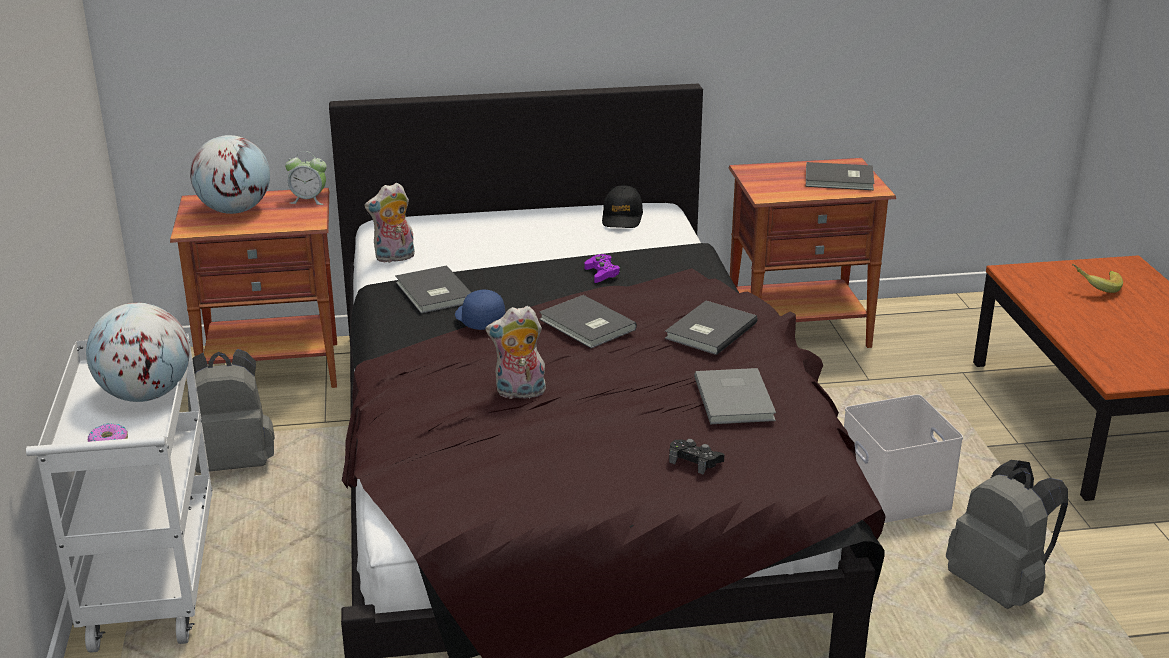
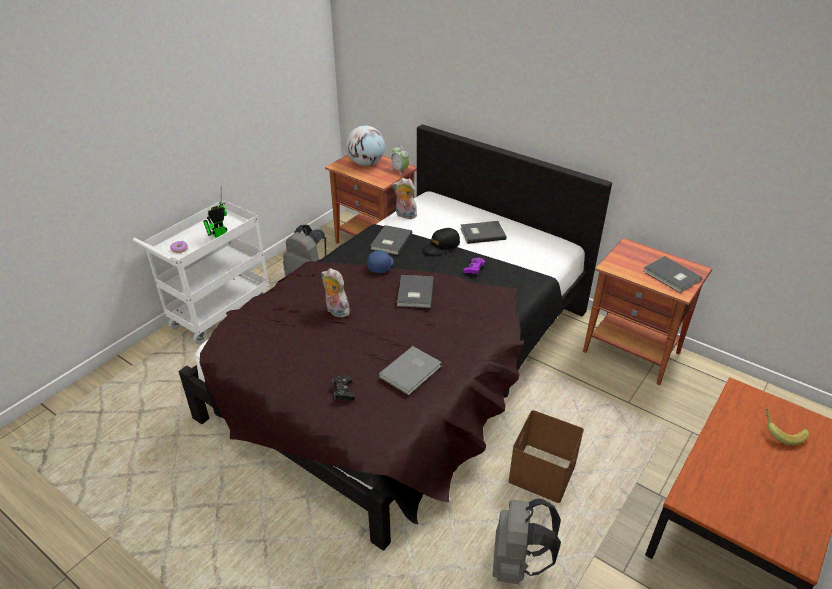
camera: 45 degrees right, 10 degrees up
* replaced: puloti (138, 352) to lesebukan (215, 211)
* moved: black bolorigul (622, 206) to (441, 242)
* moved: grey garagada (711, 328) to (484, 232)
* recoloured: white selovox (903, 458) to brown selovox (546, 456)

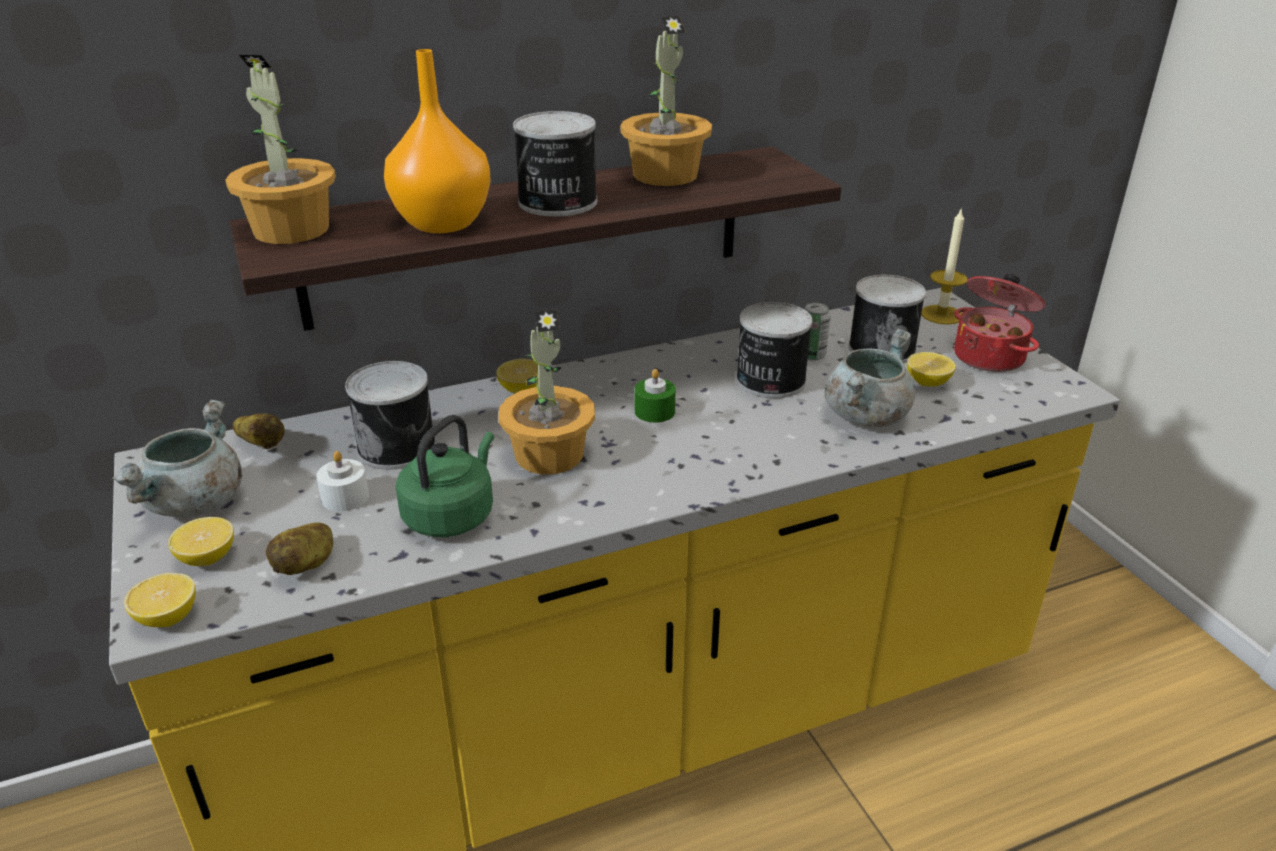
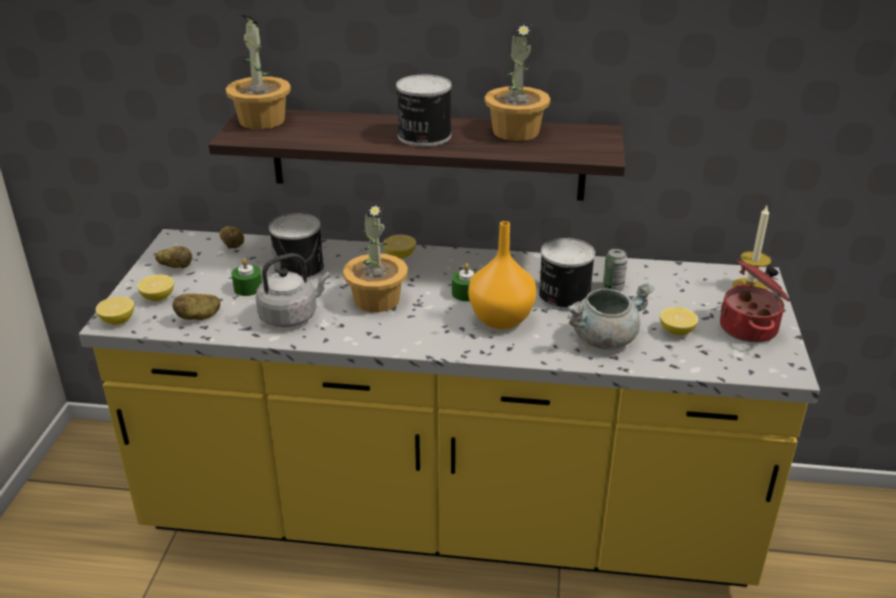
camera: 30 degrees right, 0 degrees up
* replaced: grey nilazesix (177, 459) to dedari (173, 257)
* recoloured: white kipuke (342, 481) to green kipuke (246, 277)
* recoloured: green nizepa (445, 476) to grey nizepa (293, 290)
* moved: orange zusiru (437, 141) to (502, 275)
* removed: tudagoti (887, 319)

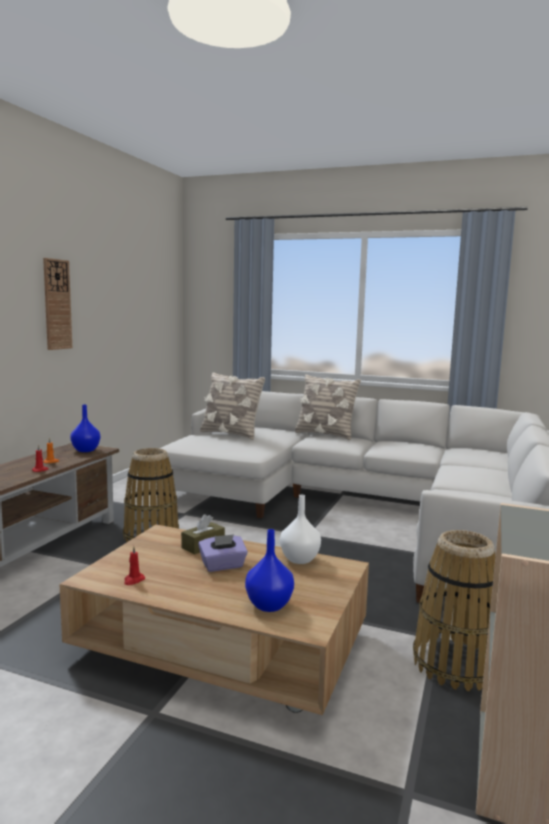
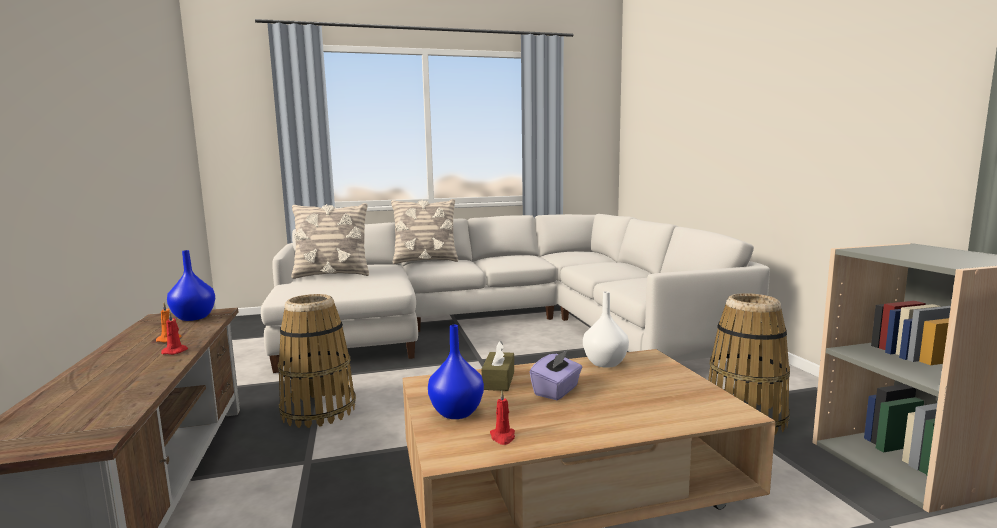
camera: 35 degrees left, 0 degrees up
* moved: blue zusiru (269, 570) to (456, 372)
* removed: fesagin (57, 304)

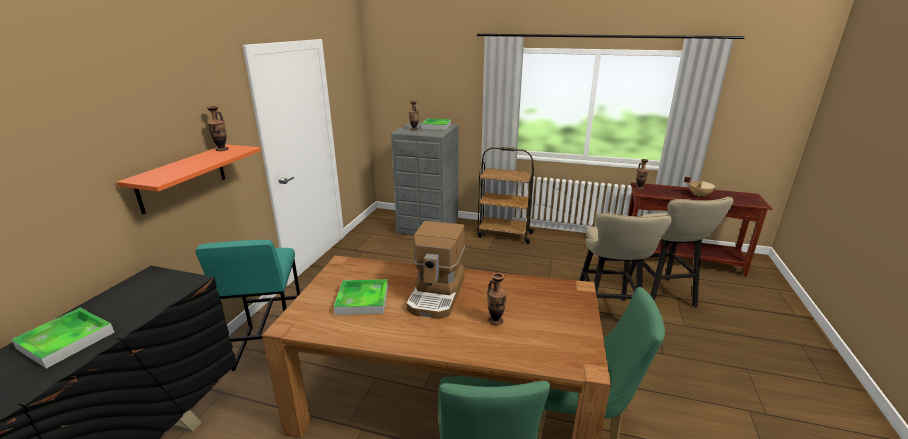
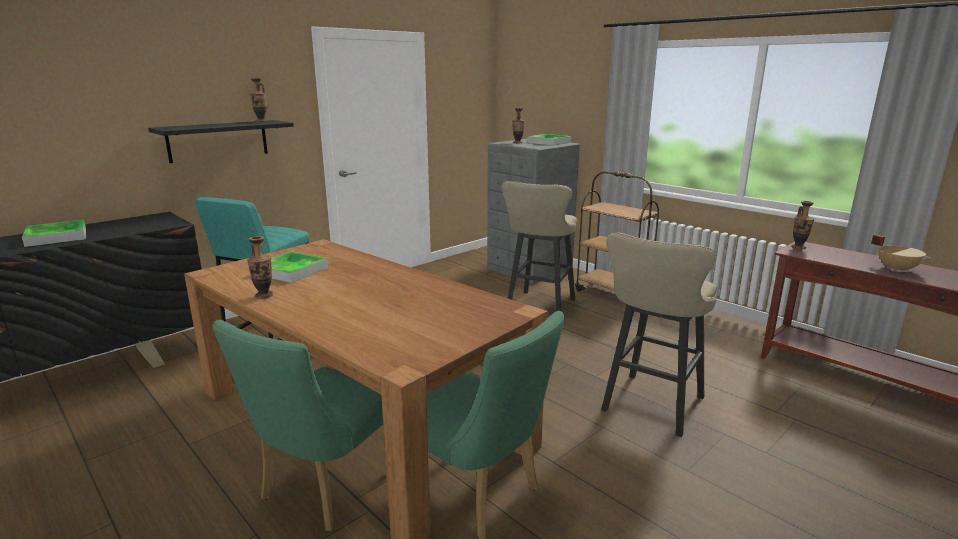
camera: 30 degrees right, 5 degrees down
* recoloured: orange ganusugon (188, 179) to black ganusugon (221, 141)
* moved: zusiru (497, 299) to (260, 267)
* moved: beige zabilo (680, 252) to (539, 246)
* removed: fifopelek (435, 270)

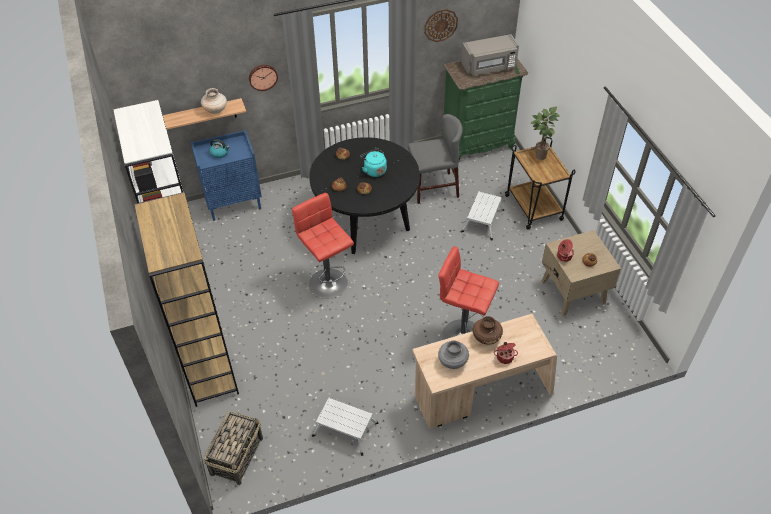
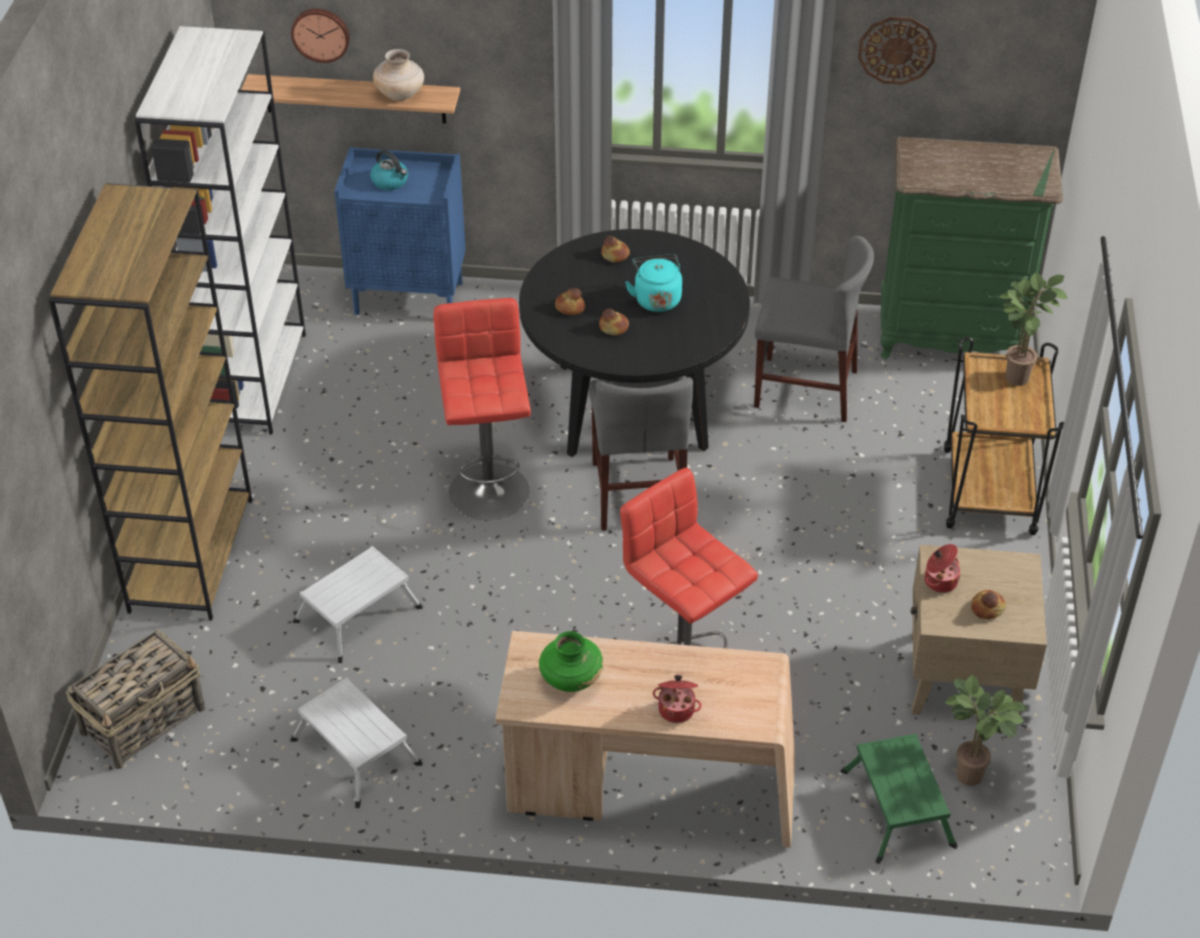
camera: 25 degrees right, 5 degrees down
* moved: fesagin (263, 78) to (320, 36)
* moved: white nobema (482, 216) to (358, 604)
* recoloured: grey zusiru (453, 354) to green zusiru (571, 661)
* added: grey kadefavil (641, 454)
* added: green nobema (899, 799)
* added: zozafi (986, 730)
* removed: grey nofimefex (490, 55)
* removed: brown zusiru (488, 330)

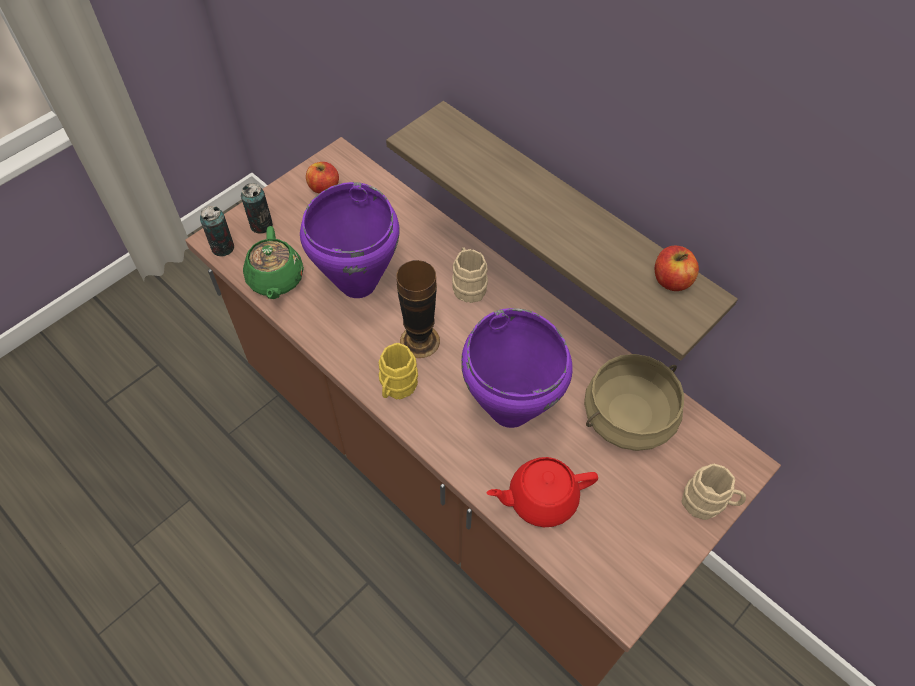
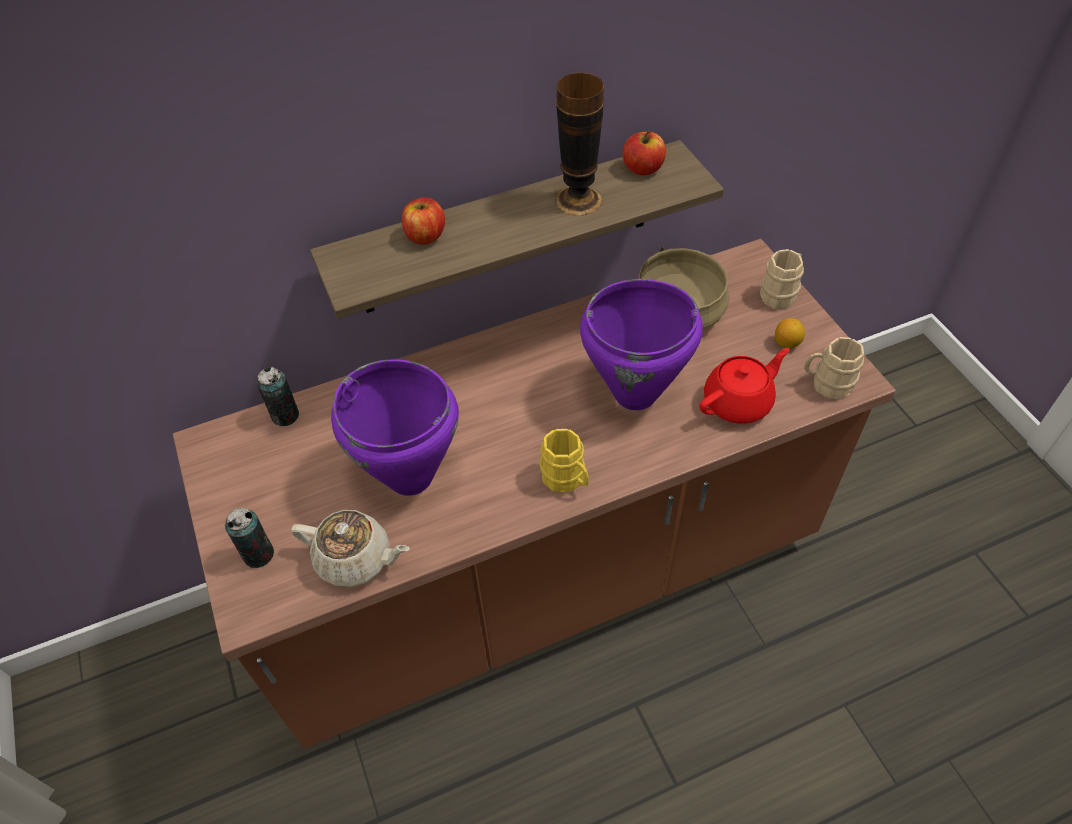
camera: 65 degrees left, 5 degrees down
* moved: tudagoti (217, 231) to (278, 396)
* recoloured: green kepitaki (273, 262) to beige kepitaki (350, 548)
* moved: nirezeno (322, 177) to (423, 221)
* moved: zusiru (418, 309) to (579, 144)
* turned: red kepitaki (542, 492) = (745, 386) 135 degrees counterclockwise
* added: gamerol (790, 333)
* moved: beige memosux (470, 275) to (834, 368)

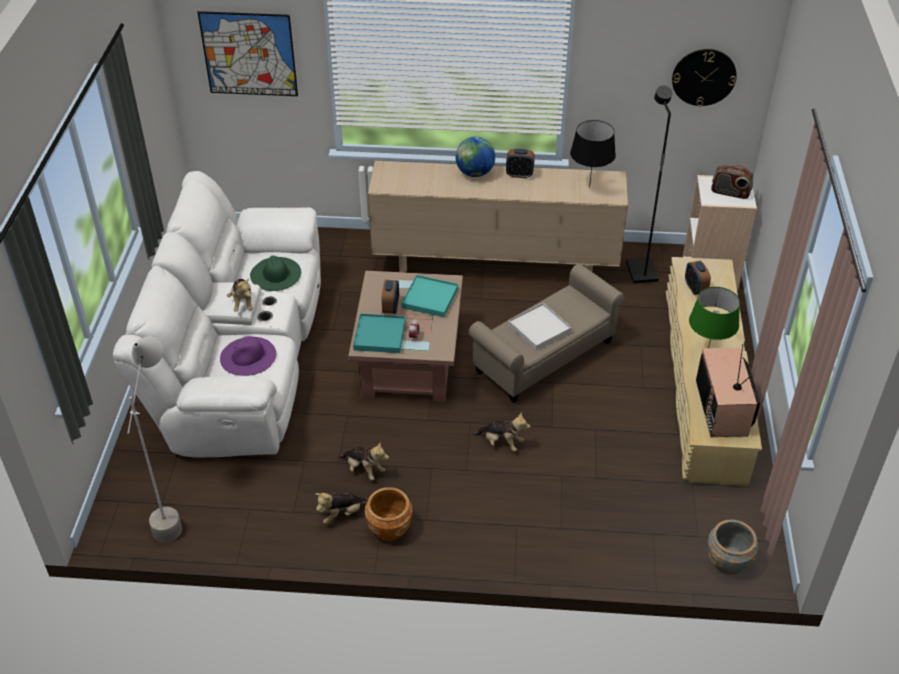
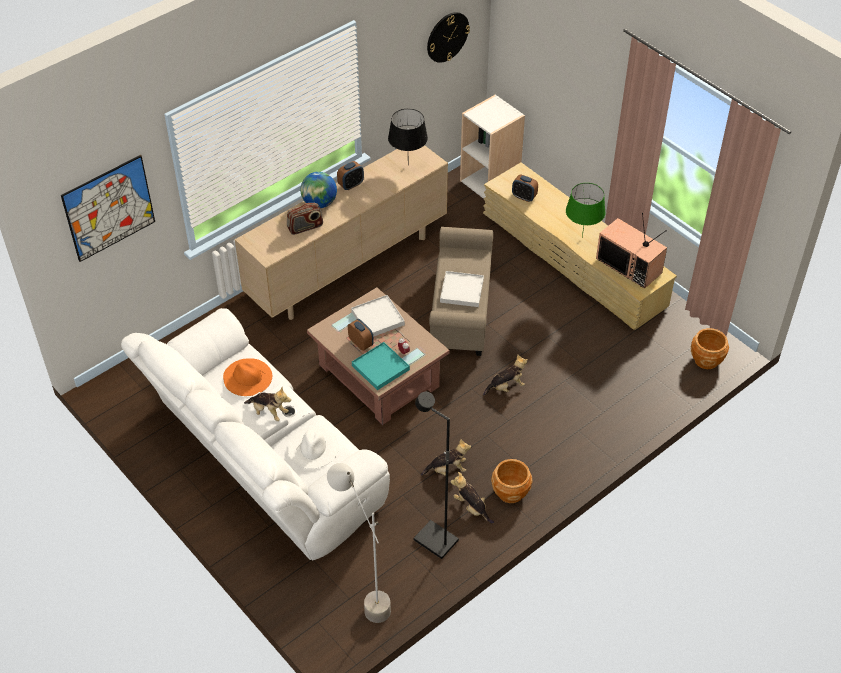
camera: 45 degrees left, 5 degrees up
* recoloured: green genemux (275, 273) to orange genemux (247, 377)
* moved: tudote (732, 182) to (305, 219)
* recoloured: purple genemux (248, 356) to white genemux (313, 448)
* recoloured: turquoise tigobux (429, 296) to white tigobux (378, 316)
* moved: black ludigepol (649, 185) to (436, 475)
* turned: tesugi (342, 508) = (472, 498) 120 degrees clockwise
* recoloured: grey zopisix (733, 547) to brown zopisix (710, 348)

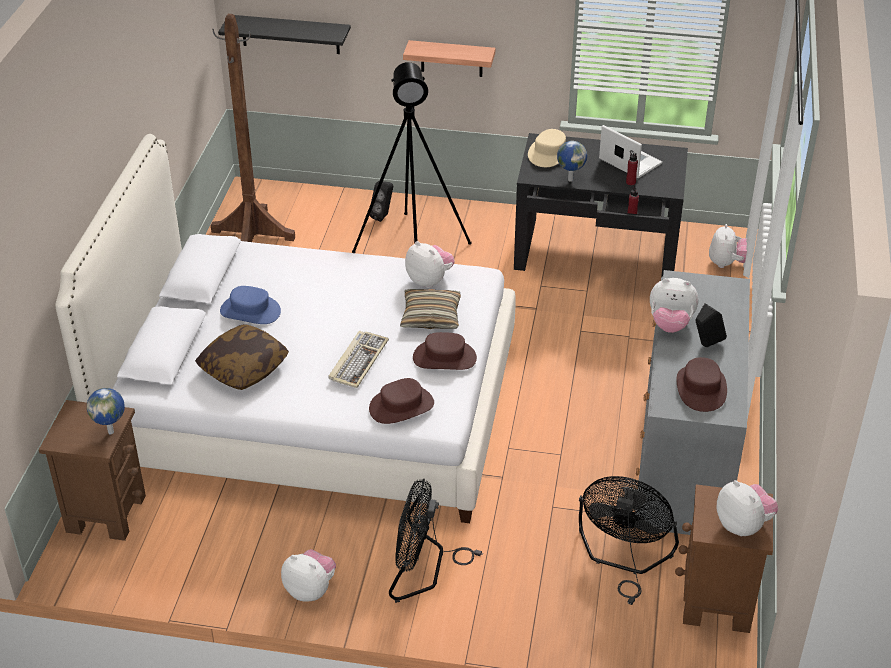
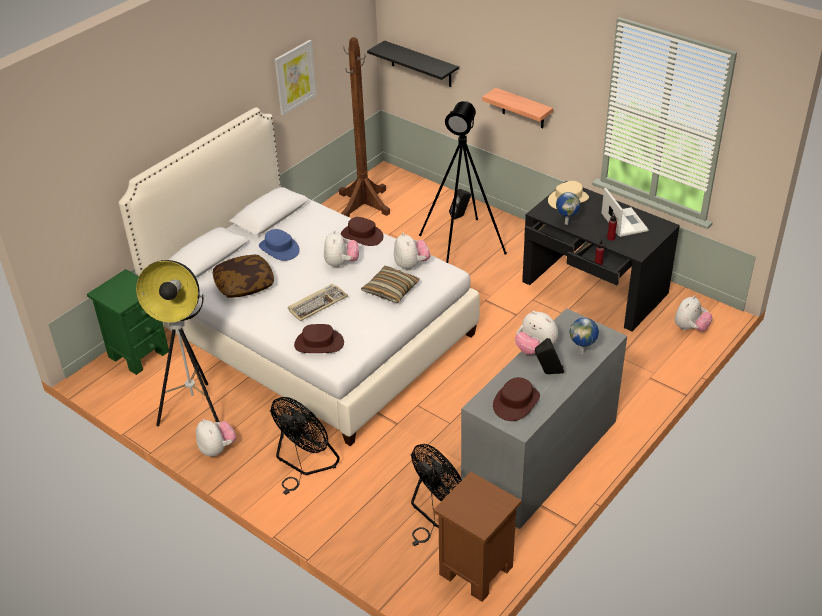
camera: 30 degrees right, 0 degrees up
* recoloured: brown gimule (92, 470) to green gimule (128, 322)
* added: ludigepol (177, 343)
* turned: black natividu (436, 541) = (305, 446) 90 degrees clockwise
* added: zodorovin (295, 77)
* moved: tesugi (747, 508) to (341, 249)
* moved: brown genemux (445, 351) to (362, 231)
* moved: puloti (106, 411) to (584, 336)

